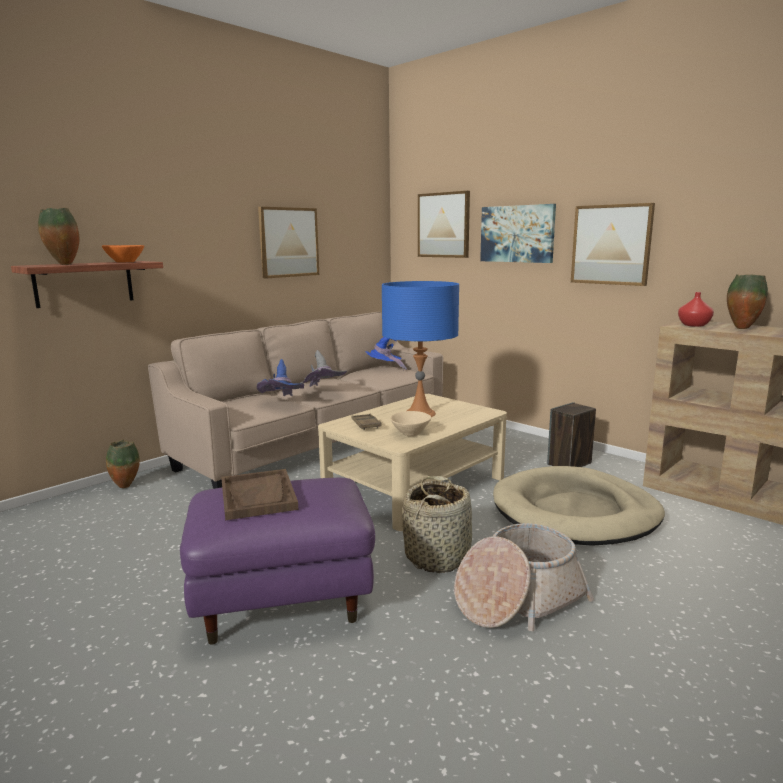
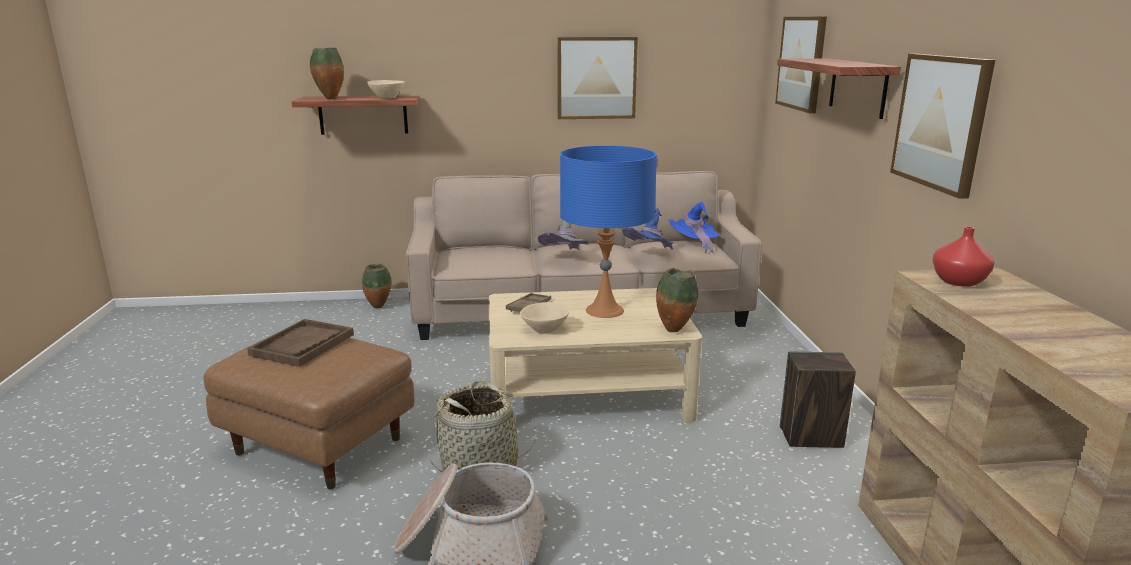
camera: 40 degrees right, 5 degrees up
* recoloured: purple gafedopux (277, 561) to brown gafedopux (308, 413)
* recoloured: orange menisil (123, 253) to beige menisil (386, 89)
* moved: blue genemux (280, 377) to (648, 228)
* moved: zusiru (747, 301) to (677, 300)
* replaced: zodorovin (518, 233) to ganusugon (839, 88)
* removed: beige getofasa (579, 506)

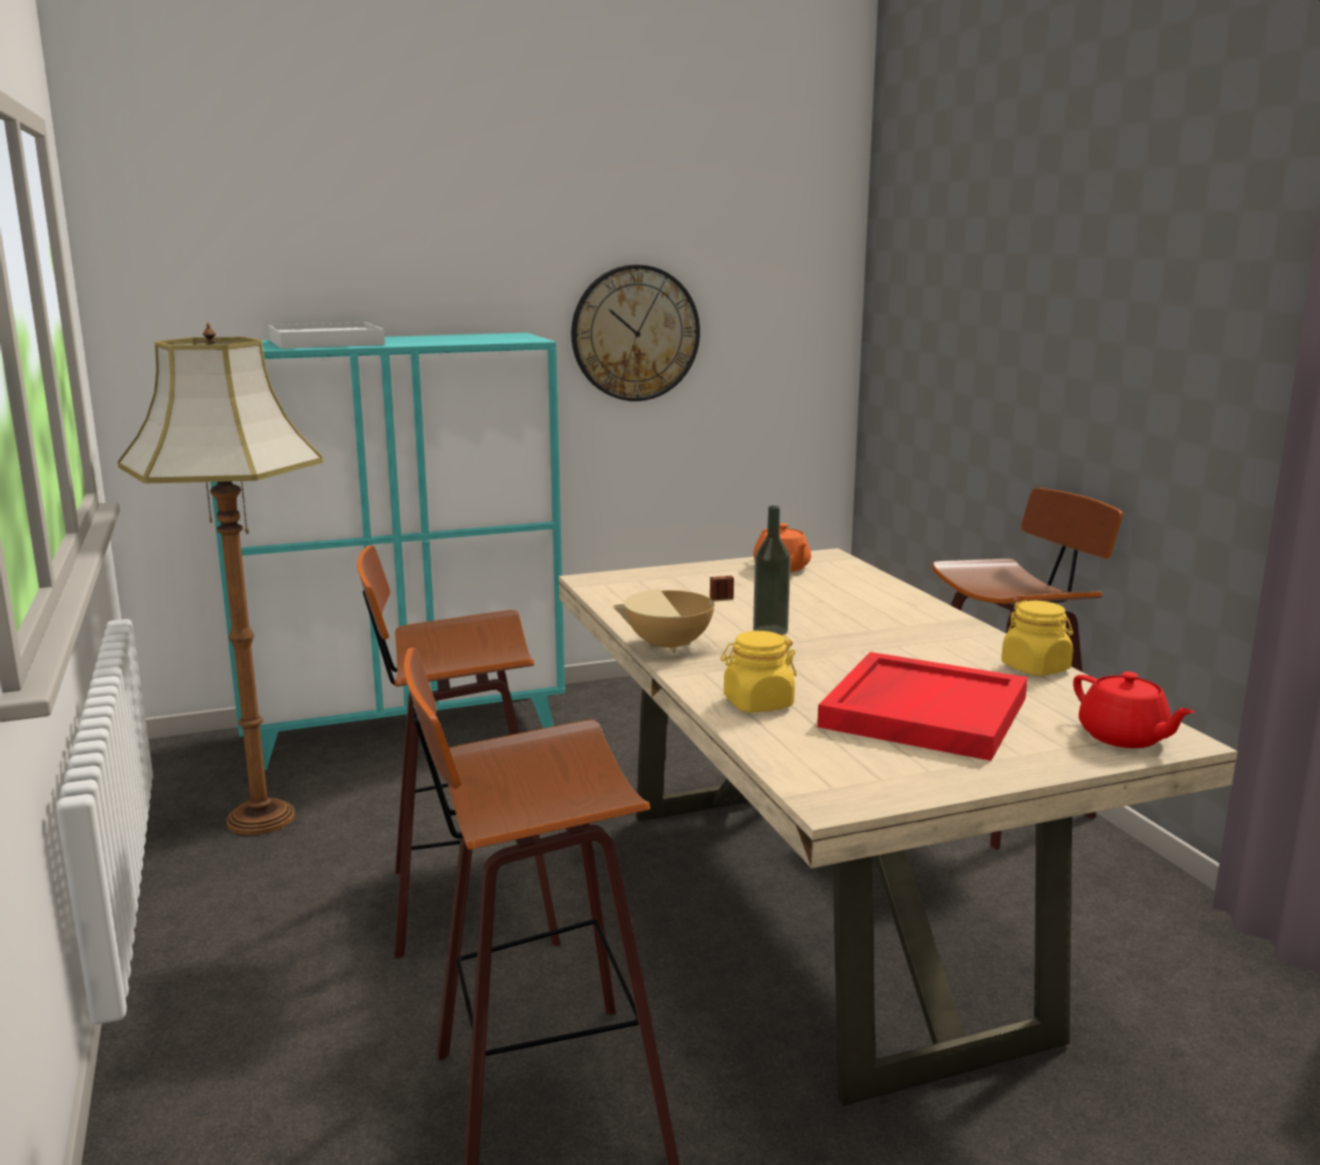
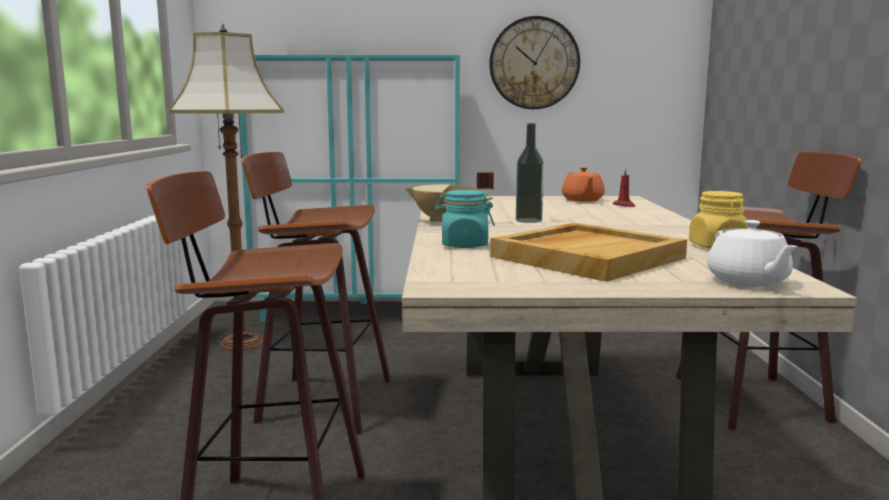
camera: 20 degrees right, 5 degrees down
* recoloured: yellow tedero (759, 672) to turquoise tedero (464, 219)
* recoloured: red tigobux (922, 706) to beige tigobux (588, 252)
* added: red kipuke (624, 187)
* recoloured: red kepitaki (1134, 709) to white kepitaki (752, 253)

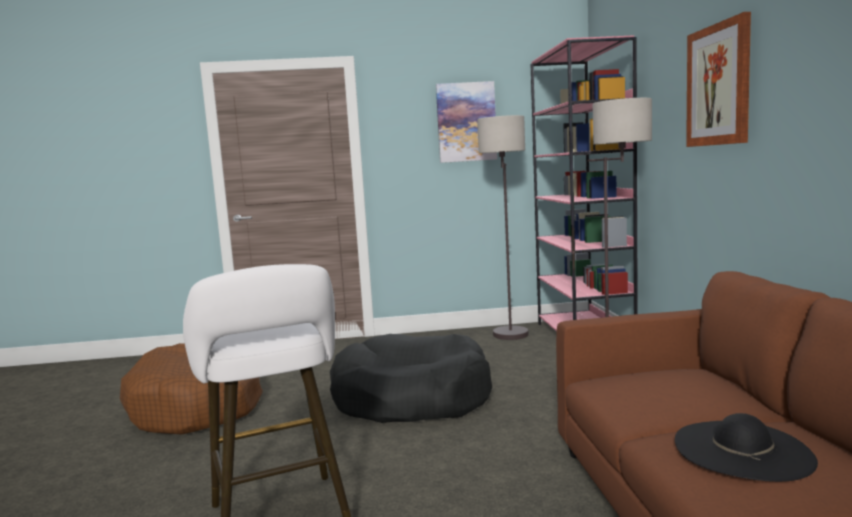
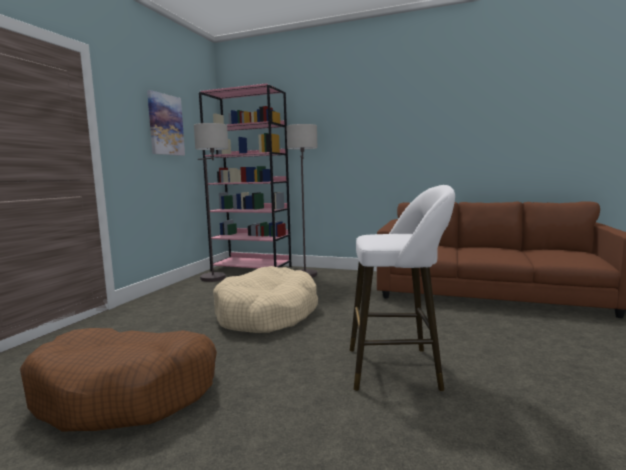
camera: 65 degrees left, 0 degrees up
* recoloured: black getofasa (411, 378) to beige getofasa (265, 299)
* removed: black genemux (746, 447)
* removed: zodorovin (718, 79)

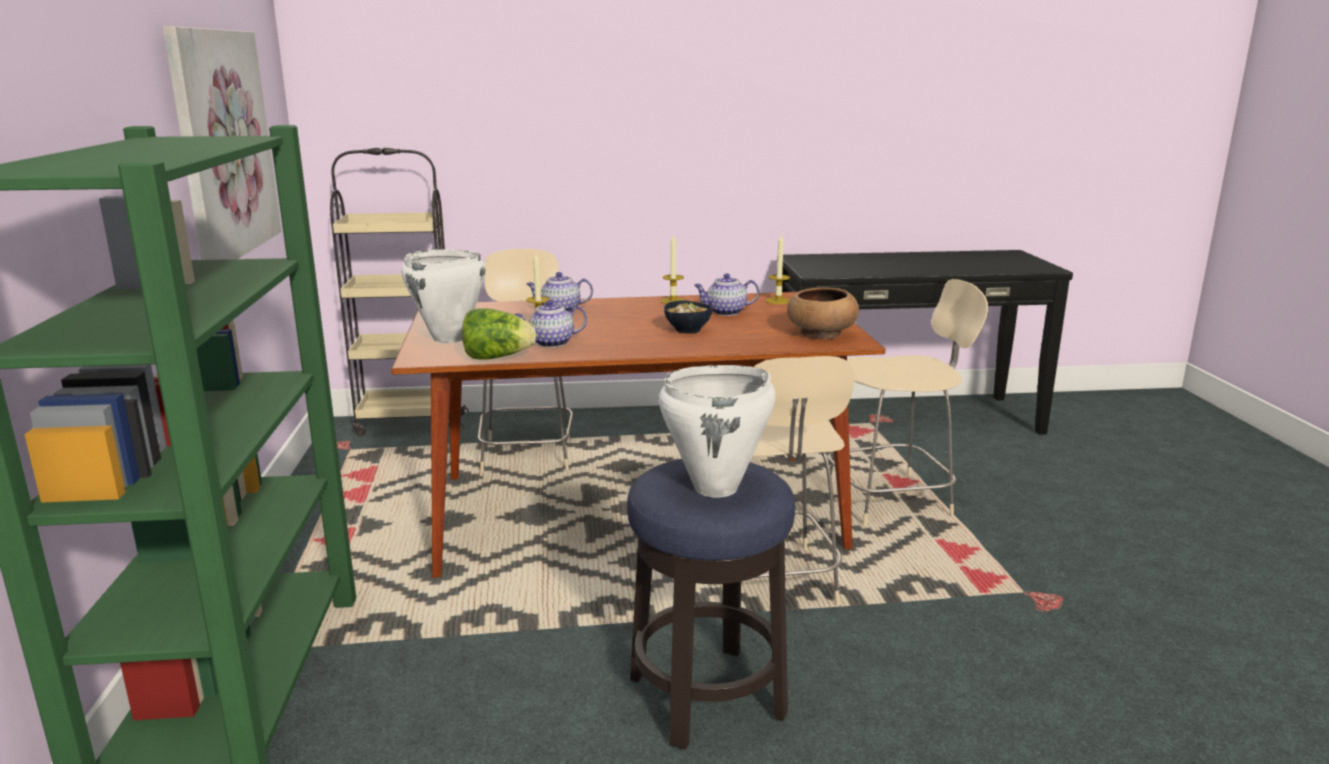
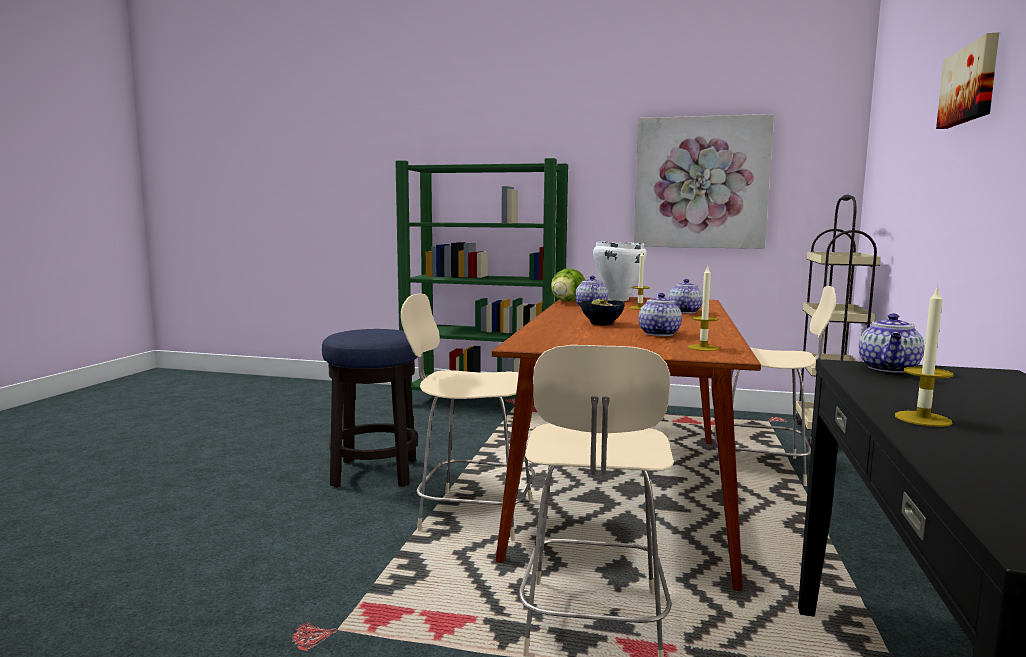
camera: 110 degrees right, 10 degrees down
* added: kepitaki (891, 343)
* moved: kipuke (673, 269) to (924, 356)
* added: zodorovin (967, 80)
* removed: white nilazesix (717, 431)
* removed: brown menisil (823, 313)

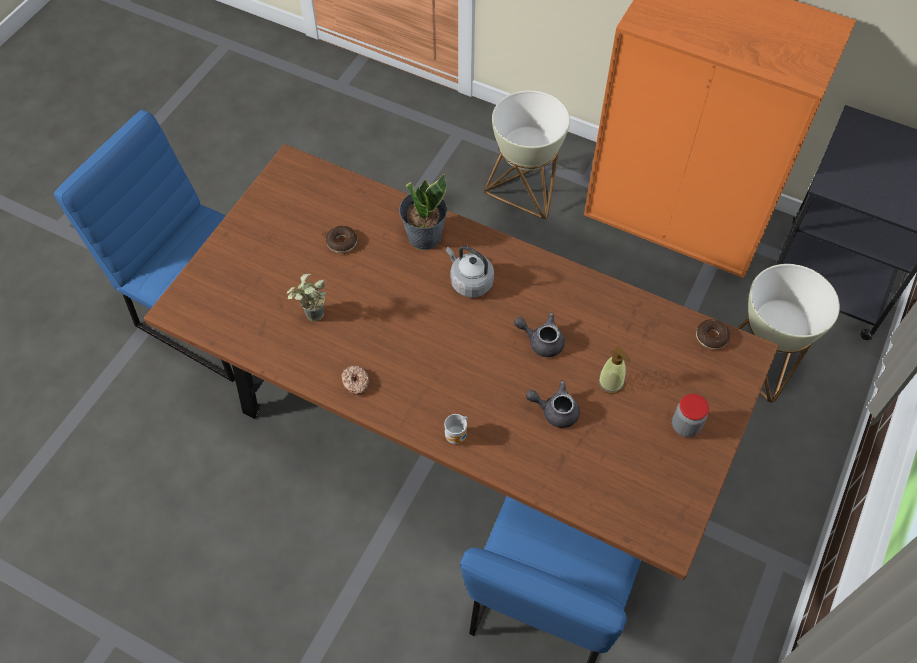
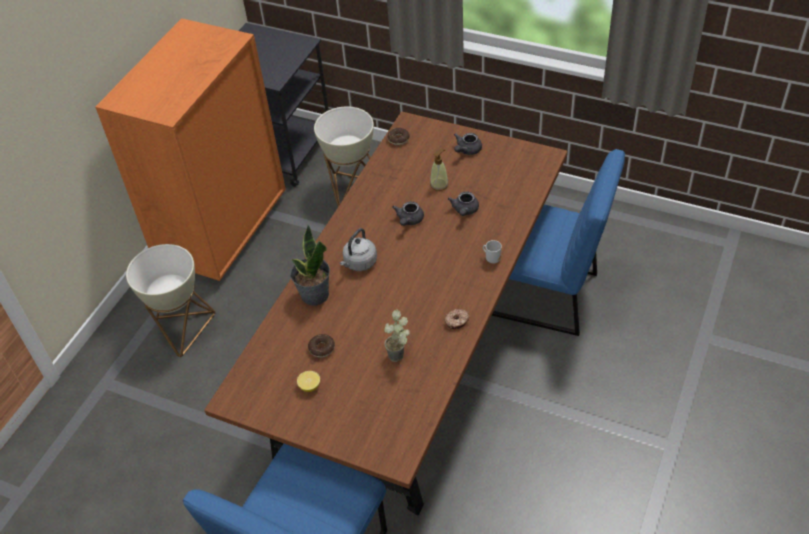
camera: 90 degrees left, 10 degrees down
* added: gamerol (308, 381)
* replaced: tedero (690, 415) to grey kepitaki (468, 144)

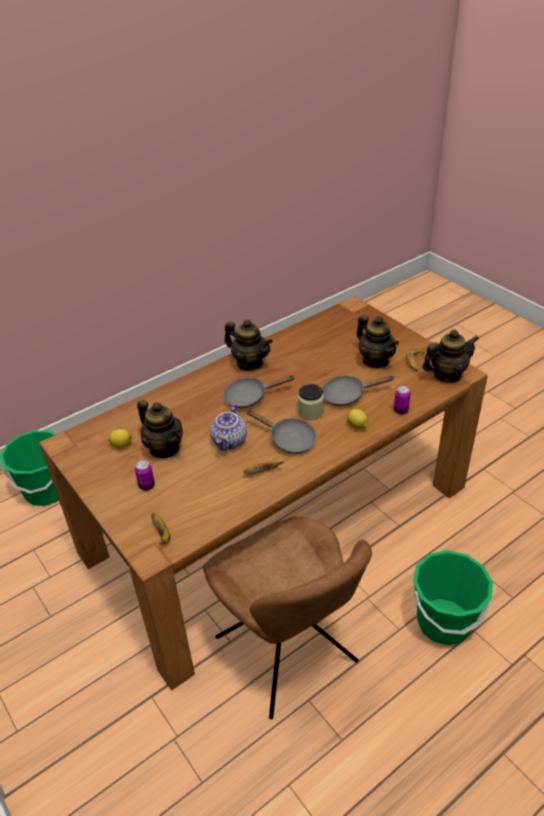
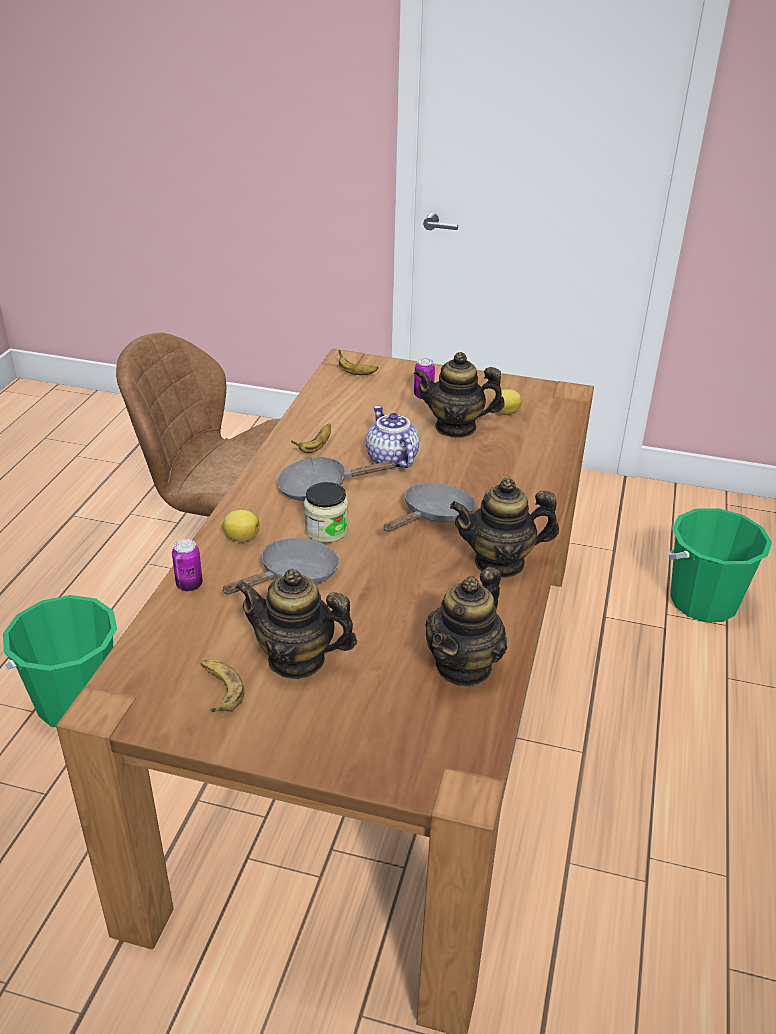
camera: 140 degrees right, 5 degrees down
* moved: kepitaki (450, 356) to (466, 627)

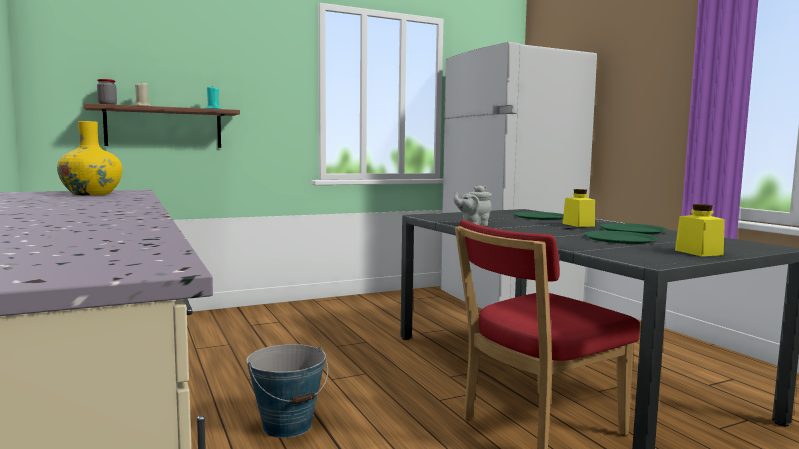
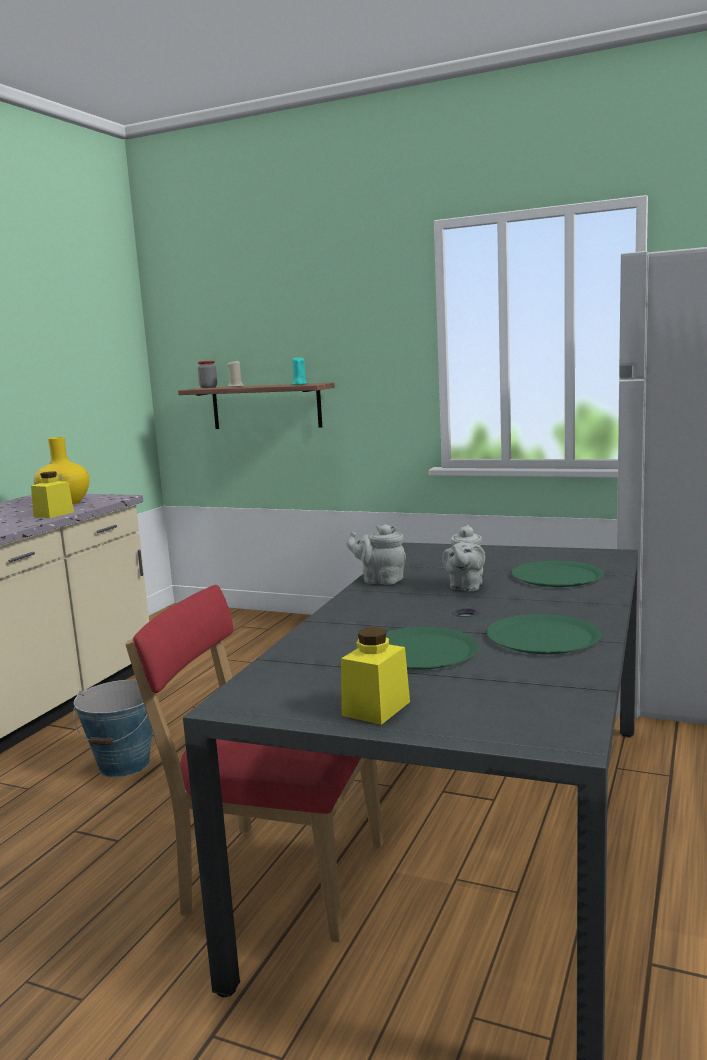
camera: 50 degrees right, 5 degrees up
* moved: yellow tedero (579, 208) to (52, 494)
* added: grey kepitaki (463, 558)

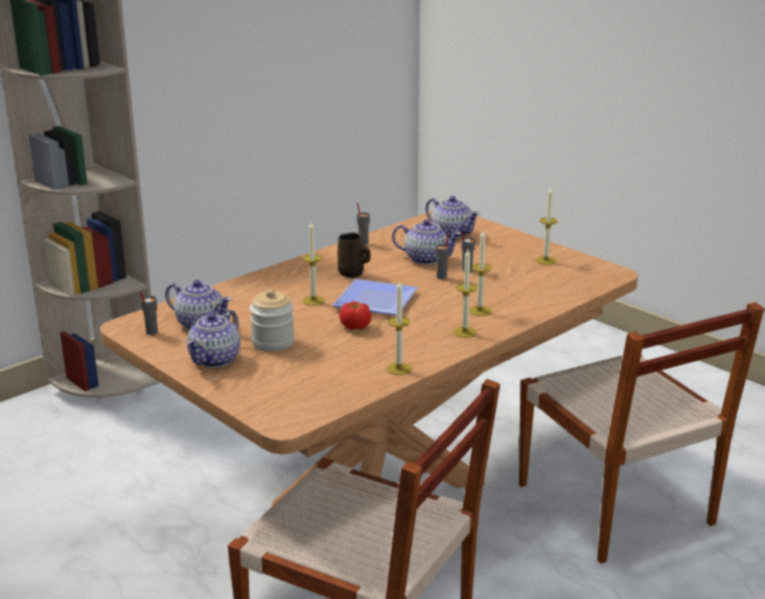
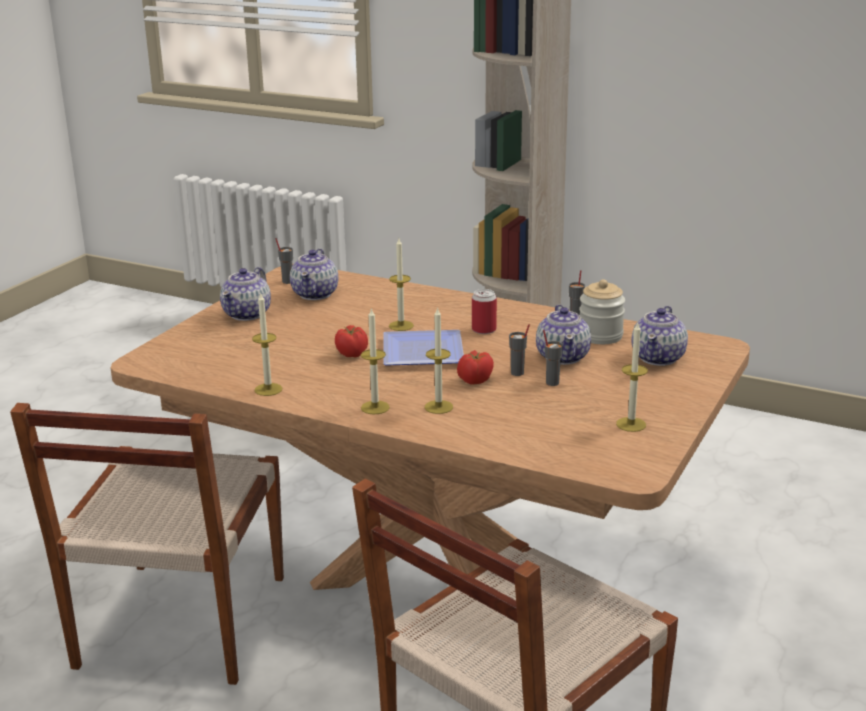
camera: 70 degrees right, 0 degrees up
* turned: kepitaki (213, 339) = (245, 294) 75 degrees counterclockwise
* added: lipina (475, 367)
* replaced: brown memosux (354, 255) to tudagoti (484, 311)
* moved: tedero (272, 320) to (602, 311)

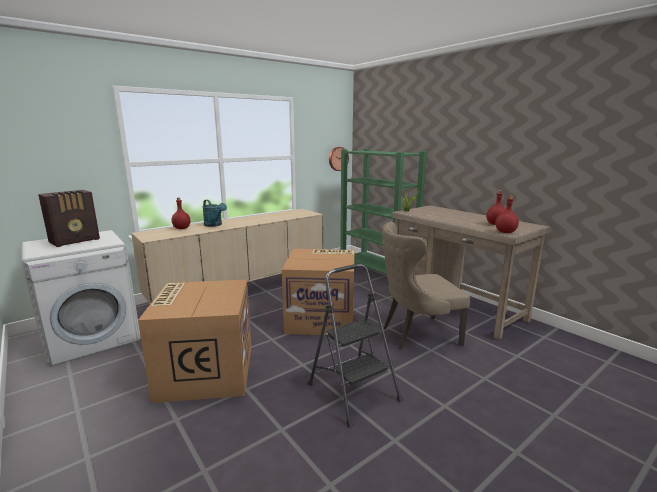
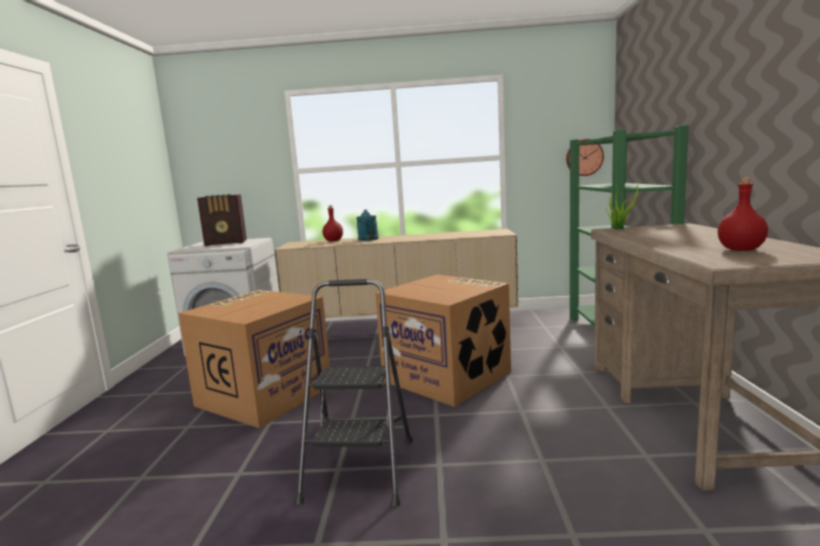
camera: 40 degrees right, 5 degrees down
* removed: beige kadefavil (426, 286)
* removed: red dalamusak (507, 214)

